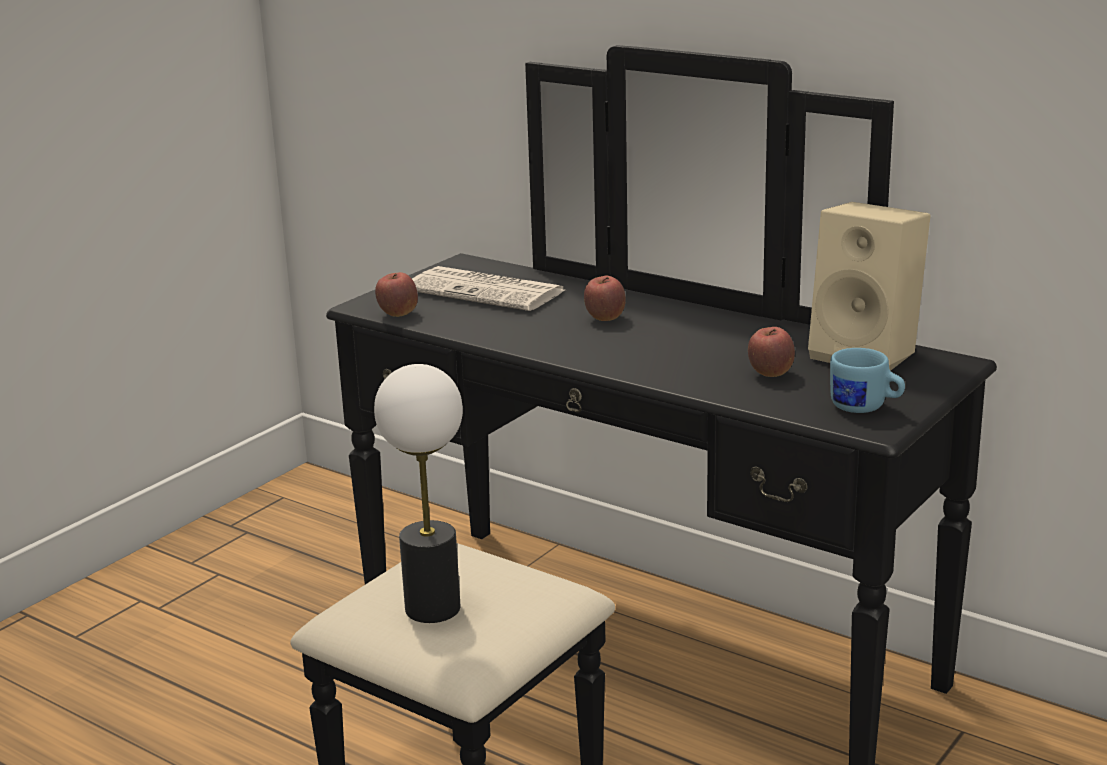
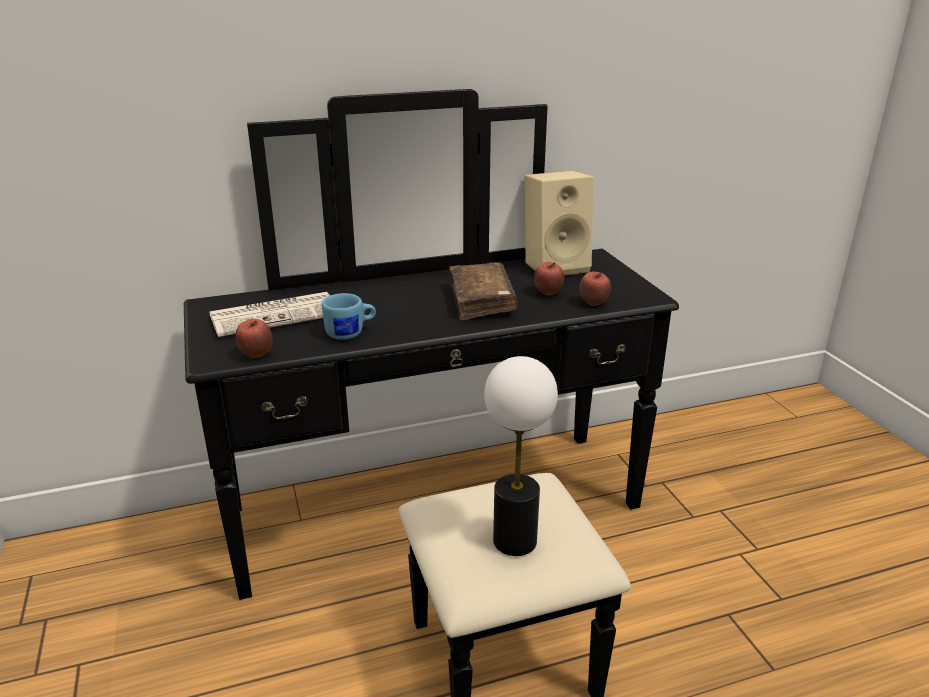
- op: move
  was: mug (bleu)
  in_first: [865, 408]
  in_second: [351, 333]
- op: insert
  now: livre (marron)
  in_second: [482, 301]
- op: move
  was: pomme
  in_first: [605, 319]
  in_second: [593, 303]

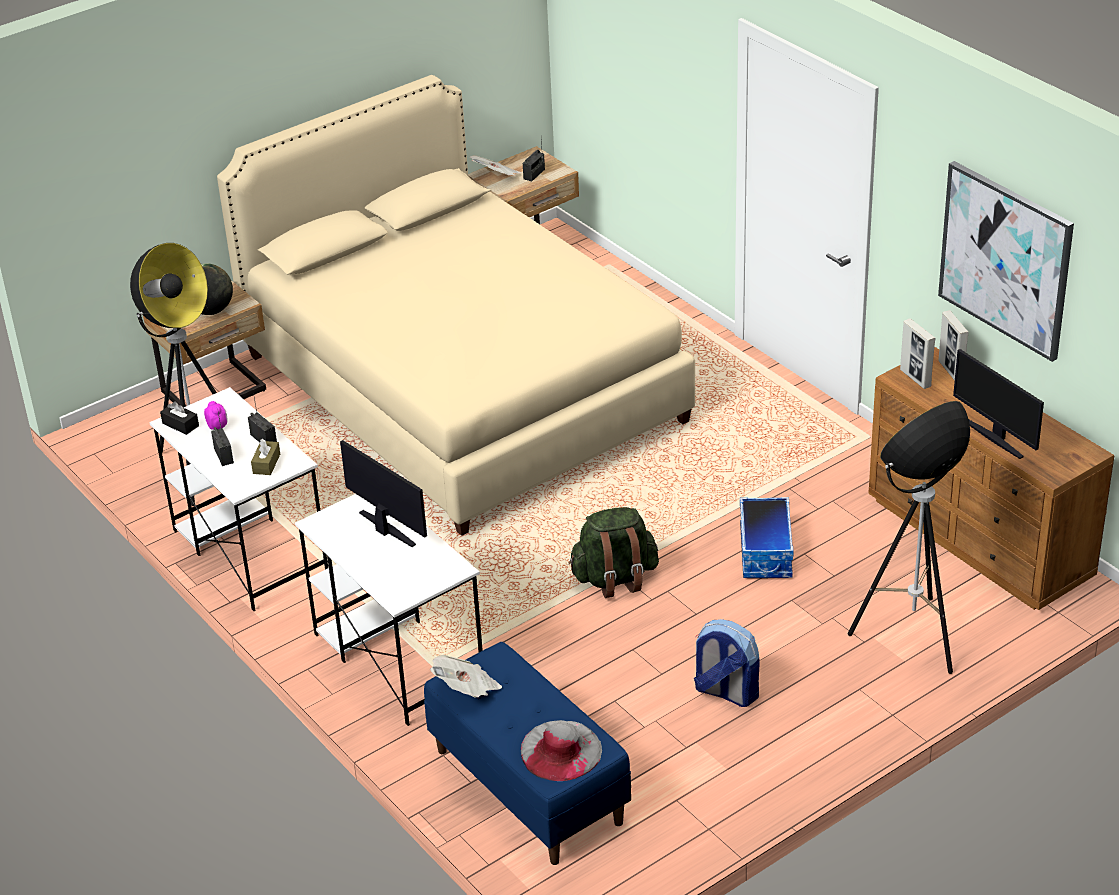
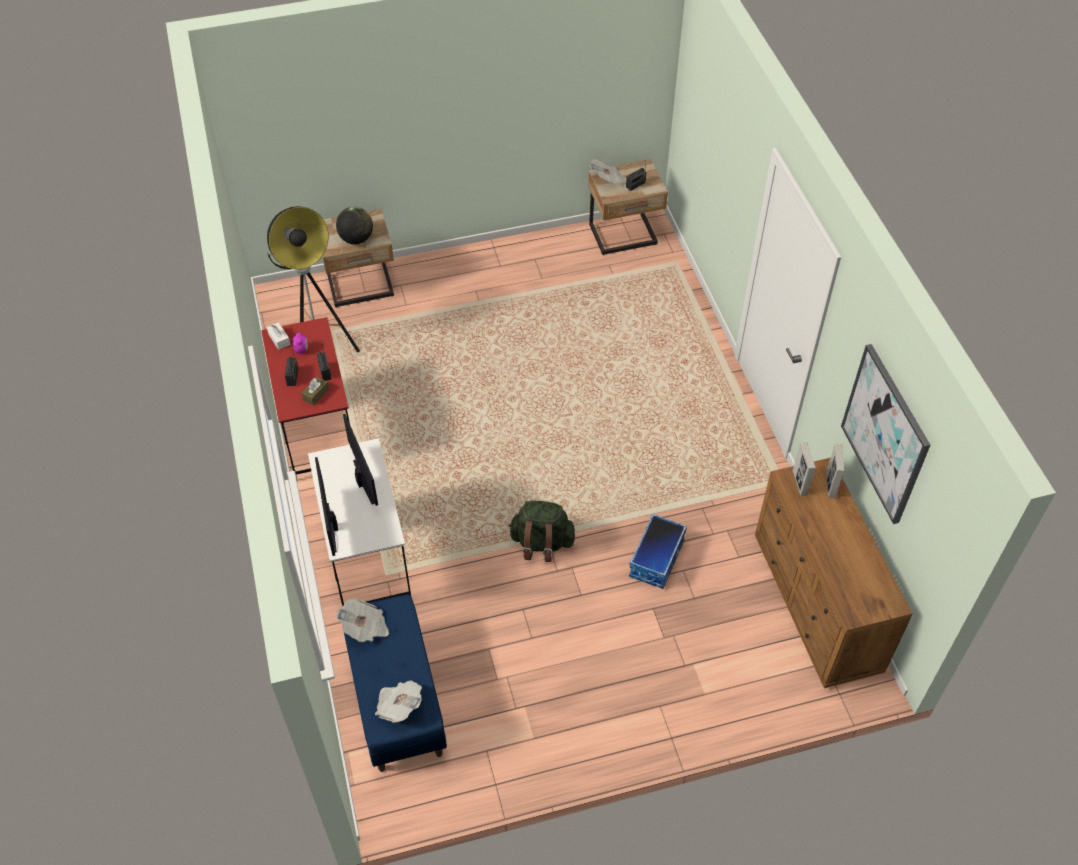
- op: recolor
  was: bureau (blanc)
  now: bureau (rouge)
  in_first: [249, 551]
  in_second: [317, 429]
- op: recolor
  was: boîte à mouchoirs (noir)
  now: boîte à mouchoirs (blanc)
  in_first: [180, 424]
  in_second: [279, 339]
- op: move
  was: écran d'ordinateur
  in_first: [995, 438]
  in_second: [332, 527]
- op: replace
  was: chapeau (gris)
  now: journal
  in_first: [560, 750]
  in_second: [399, 706]
- op: delete
  was: lit (beige)
  in_first: [463, 388]
- op: delete
  was: sac à dos
  in_first: [725, 692]
- op: delete
  was: lampadaire
  in_first: [911, 638]

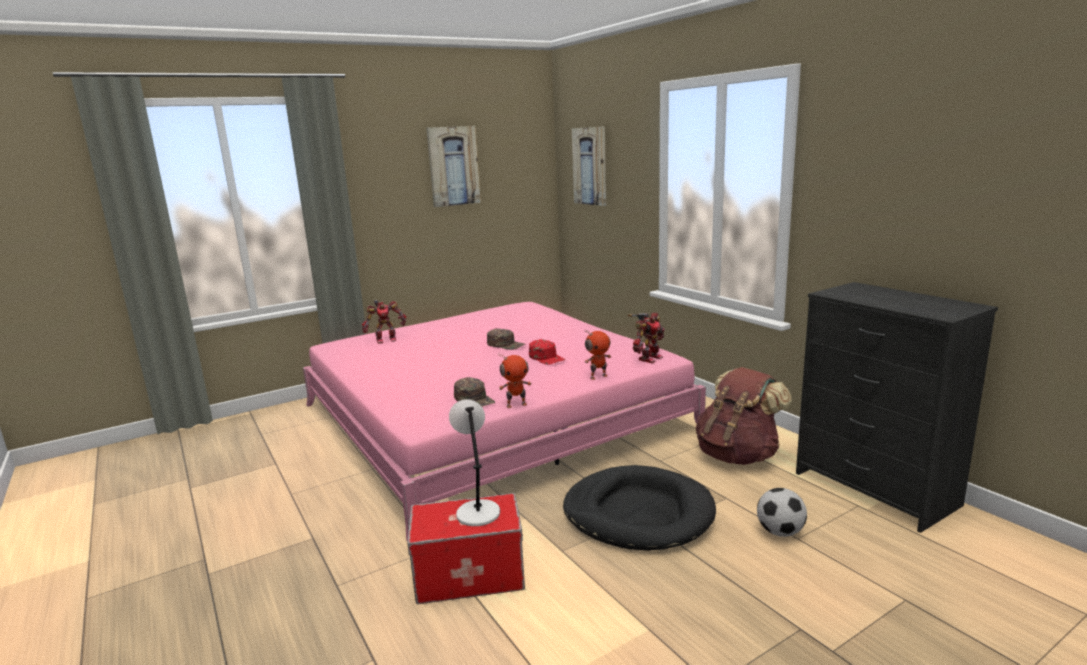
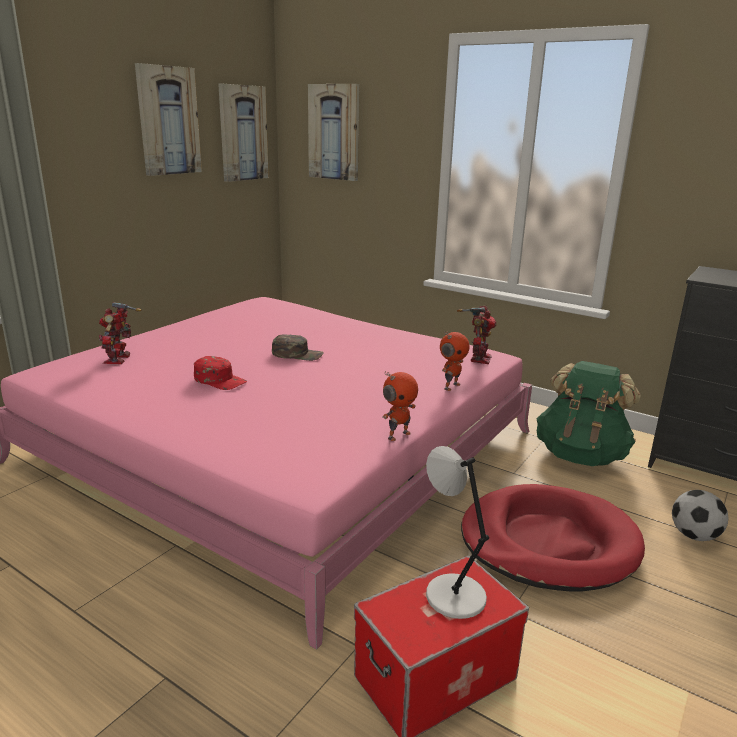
- op: rotate
  was: robot jouet
  in_first: [386, 339]
  in_second: [119, 359]
  clockwise: 135
- op: move
  was: casquette (rouge)
  in_first: [546, 358]
  in_second: [220, 380]
- op: insert
  now: tableau
  in_second: [243, 133]
- op: recolor
  was: panier pour chien (noir)
  now: panier pour chien (rouge)
  in_first: [638, 513]
  in_second: [548, 542]
- op: recolor
  was: sac à dos (marron)
  now: sac à dos (vert)
  in_first: [738, 455]
  in_second: [580, 455]
- op: delete
  was: casquette (vert)
  in_first: [474, 399]

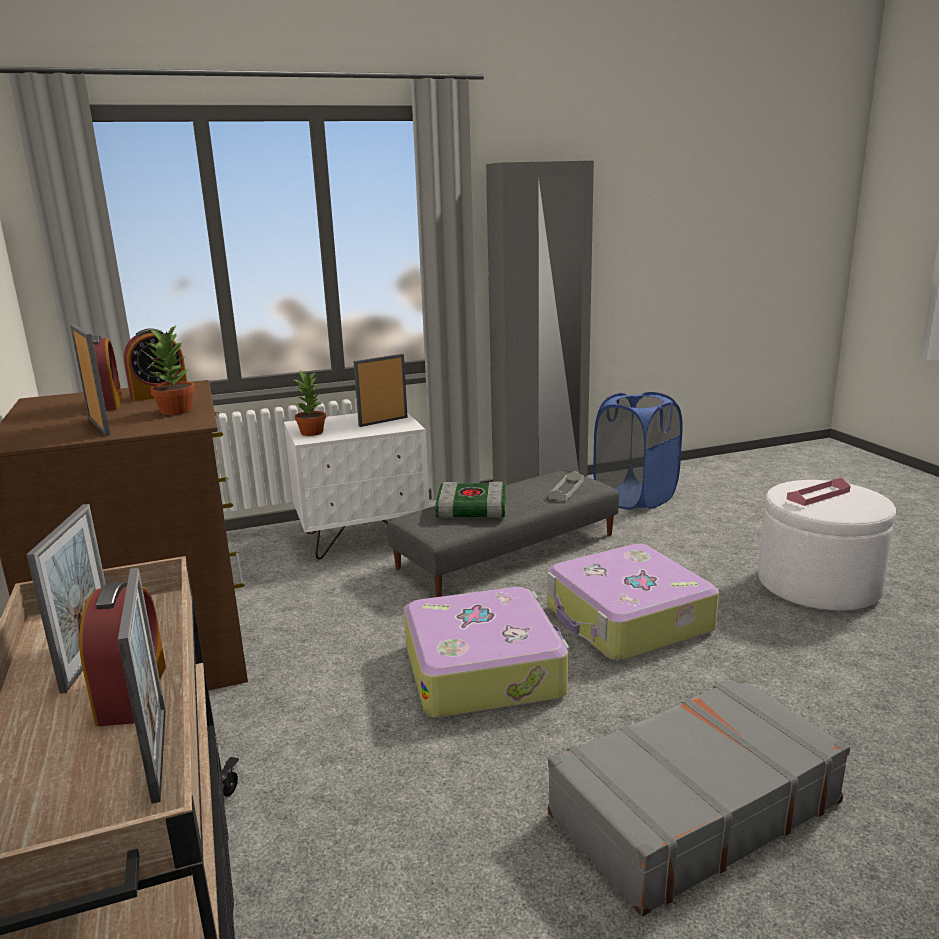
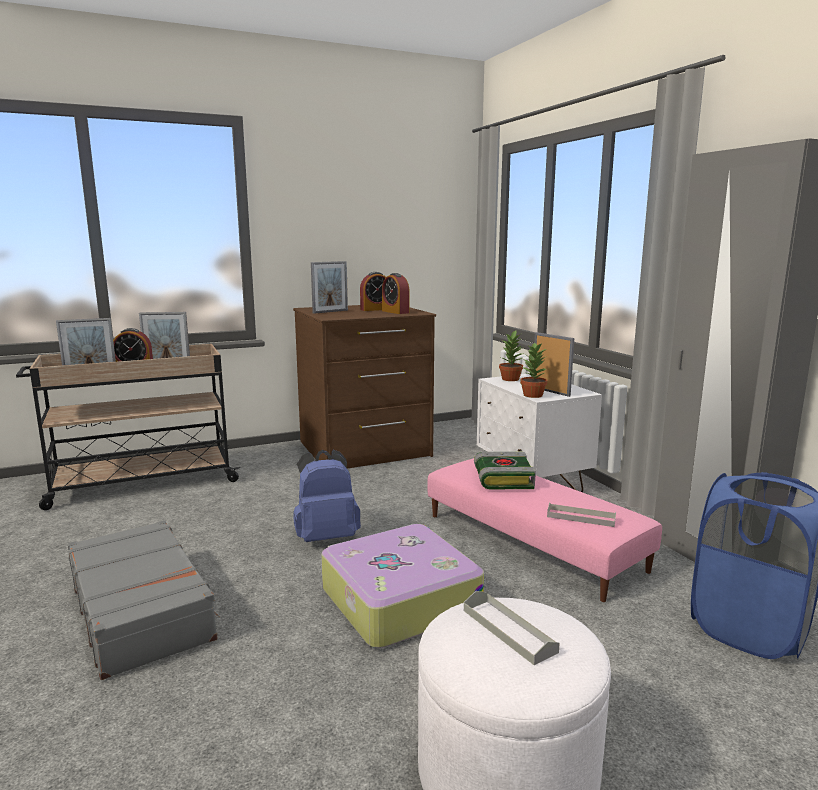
- op: replace
  was: valise
  now: sac à dos (bleu)
  in_first: [484, 669]
  in_second: [326, 536]
- op: recolor
  was: pouf (gris)
  now: pouf (rose)
  in_first: [507, 551]
  in_second: [532, 541]
- op: recolor
  was: plateau (rose)
  now: plateau (gris)
  in_first: [818, 495]
  in_second: [508, 630]
- op: move
  was: plante en pot
  in_first: [177, 411]
  in_second: [532, 395]

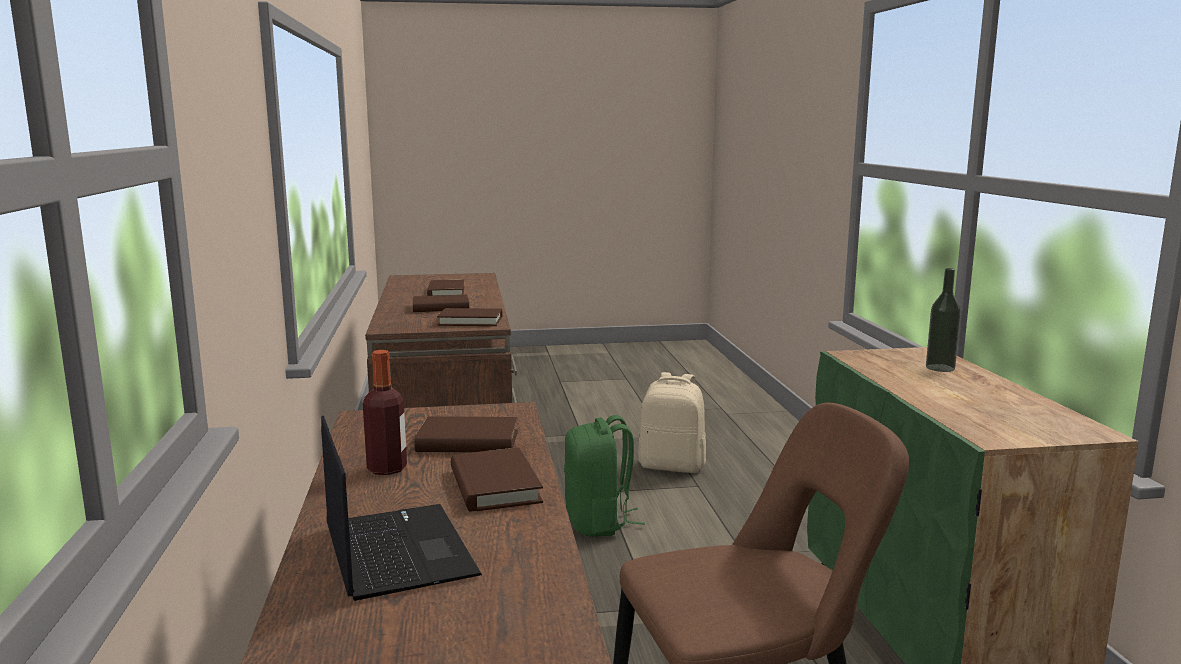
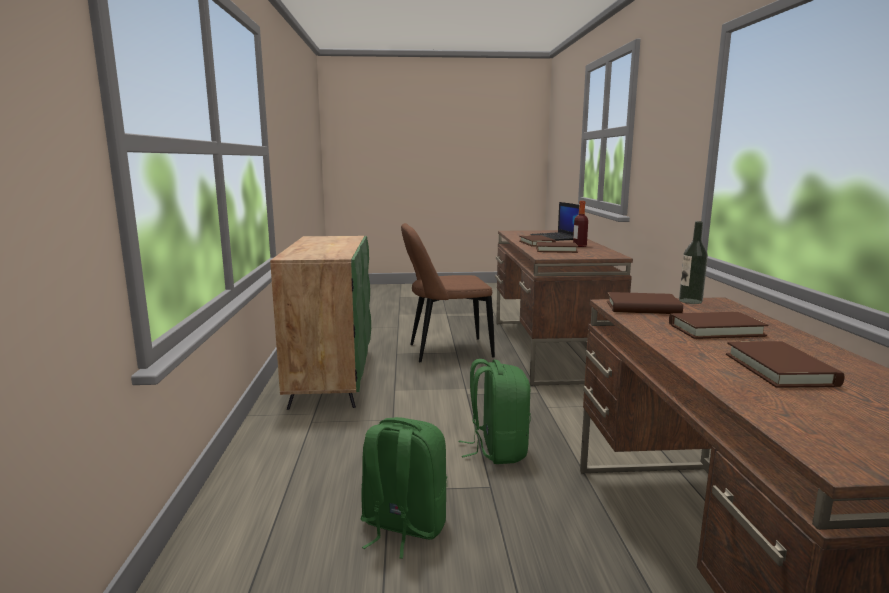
- op: recolor
  was: sac à dos (beige)
  now: sac à dos (vert)
  in_first: [672, 466]
  in_second: [402, 526]
- op: move
  was: bouteille
  in_first: [940, 368]
  in_second: [690, 301]

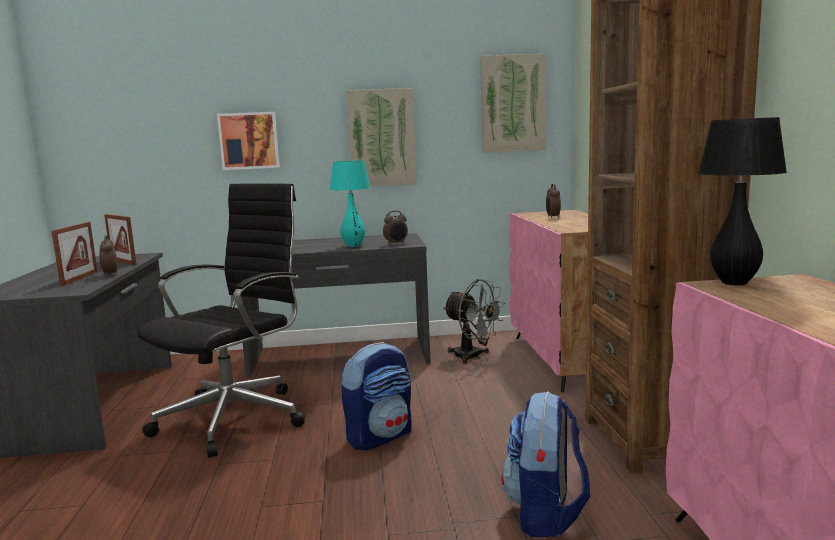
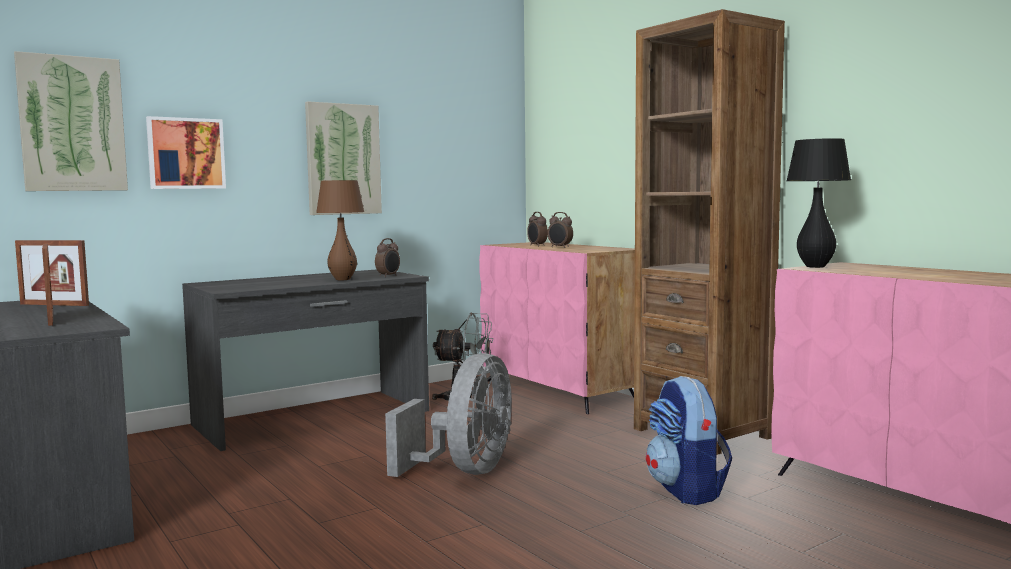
- op: move
  was: tableau
  in_first: [513, 104]
  in_second: [72, 124]
- op: recolor
  was: lampe de table (turquoise)
  now: lampe de table (marron)
  in_first: [353, 246]
  in_second: [342, 279]
- op: replace
  was: sac à dos
  now: ventilateur (gris)
  in_first: [380, 436]
  in_second: [465, 471]
- op: move
  was: réveil
  in_first: [110, 274]
  in_second: [560, 247]
- op: delete
  was: chaise de bureau (noir)
  in_first: [236, 418]

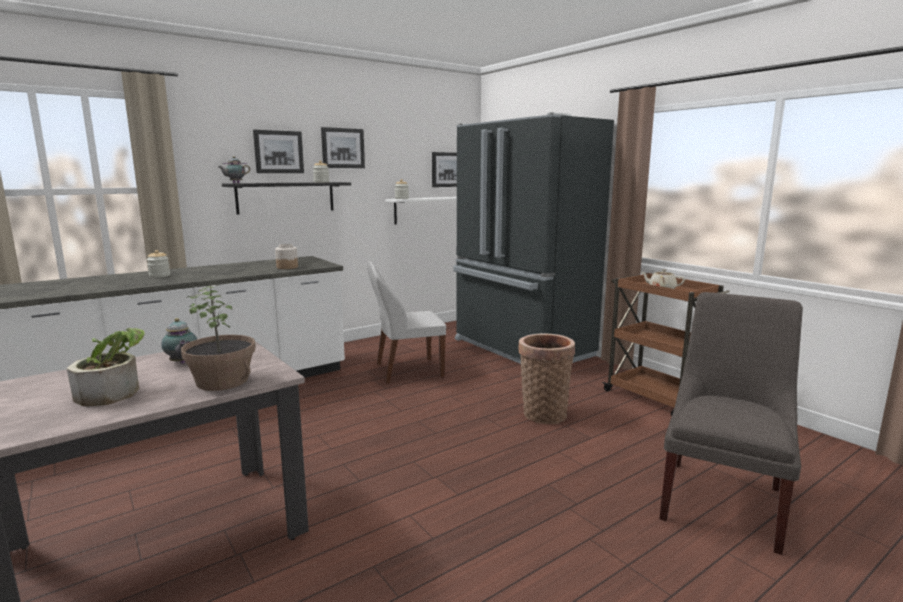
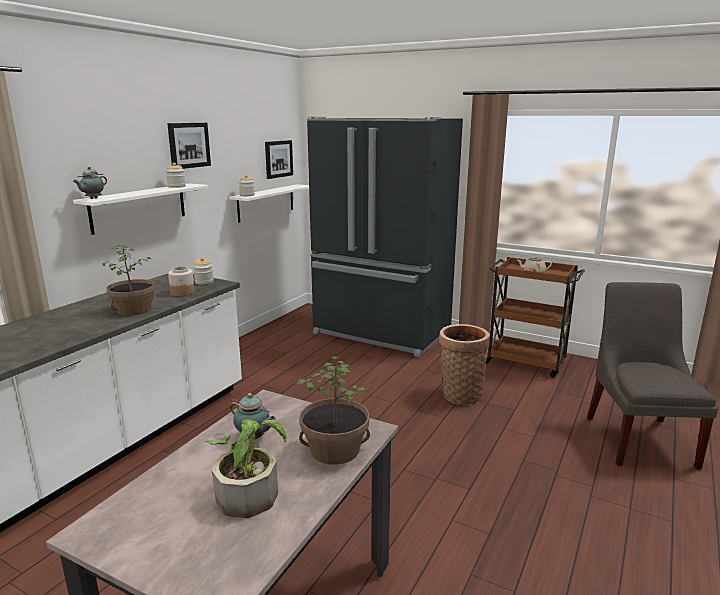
- op: recolor
  was: étagère (noir)
  now: étagère (blanc)
  in_first: [286, 197]
  in_second: [139, 207]
- op: insert
  now: plante en pot
  in_second: [134, 310]
- op: move
  was: bocal
  in_first: [159, 276]
  in_second: [204, 282]
- op: delete
  was: tableau
  in_first: [278, 152]
- op: delete
  was: chaise (blanc)
  in_first: [406, 370]

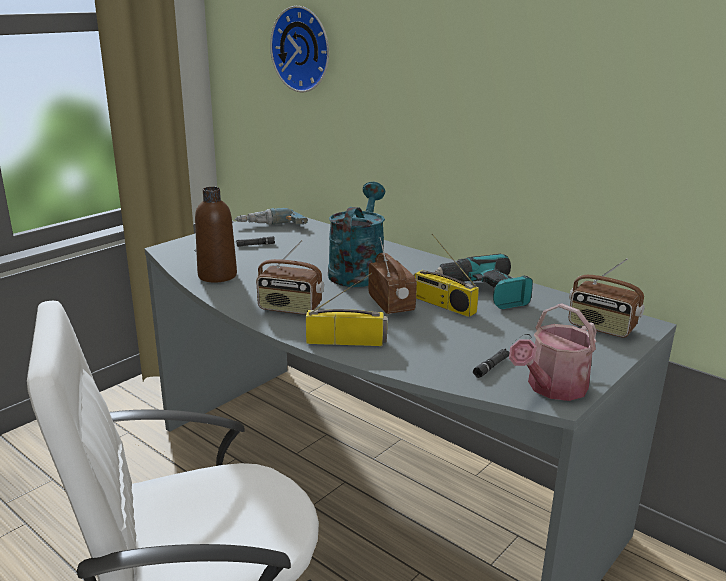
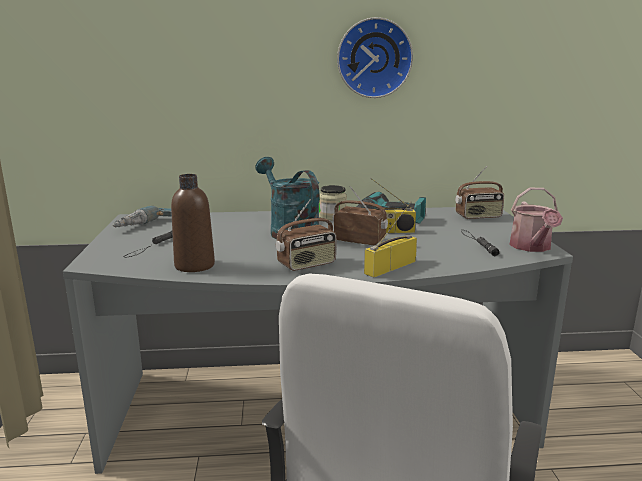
- op: insert
  now: bocal
  in_second: [332, 217]
- op: move
  was: horloge murale
  in_first: [303, 49]
  in_second: [374, 58]

